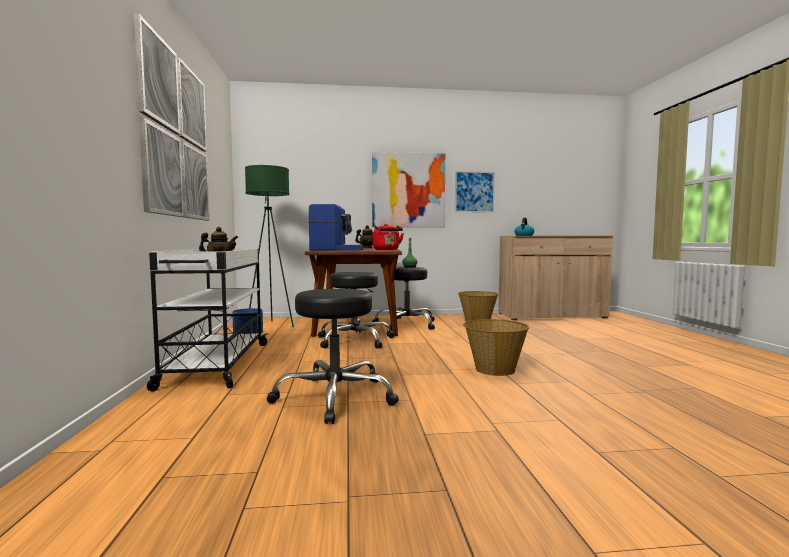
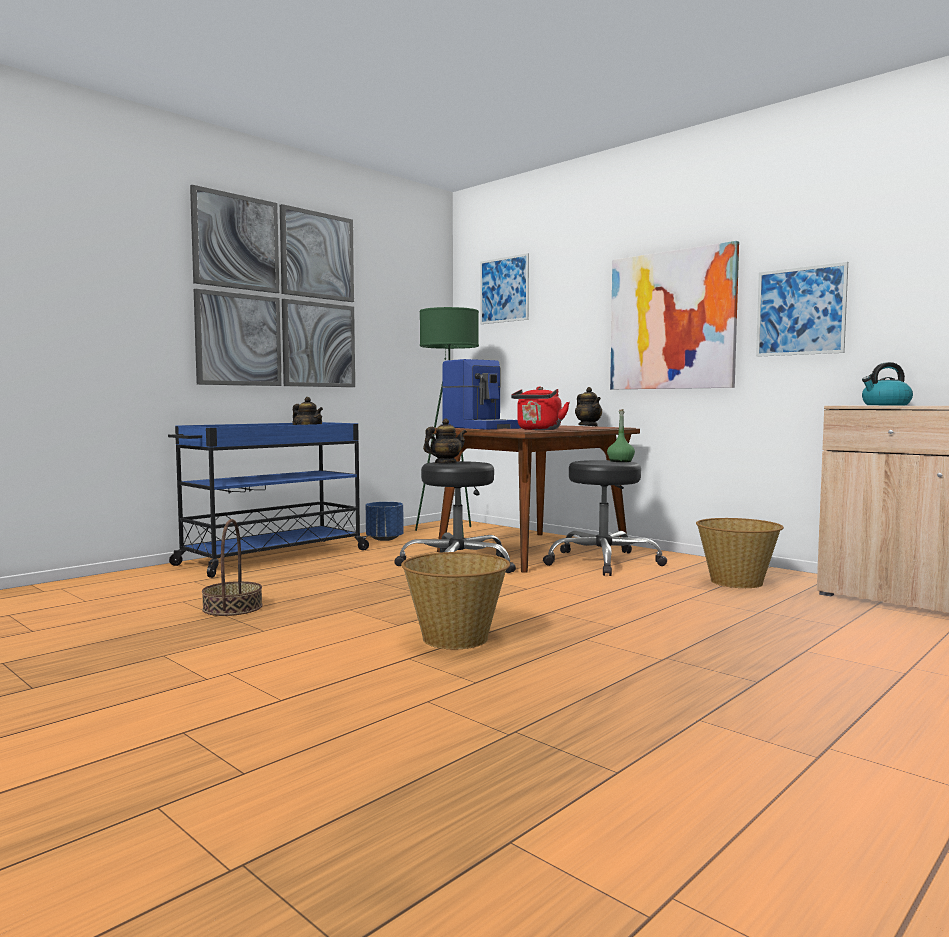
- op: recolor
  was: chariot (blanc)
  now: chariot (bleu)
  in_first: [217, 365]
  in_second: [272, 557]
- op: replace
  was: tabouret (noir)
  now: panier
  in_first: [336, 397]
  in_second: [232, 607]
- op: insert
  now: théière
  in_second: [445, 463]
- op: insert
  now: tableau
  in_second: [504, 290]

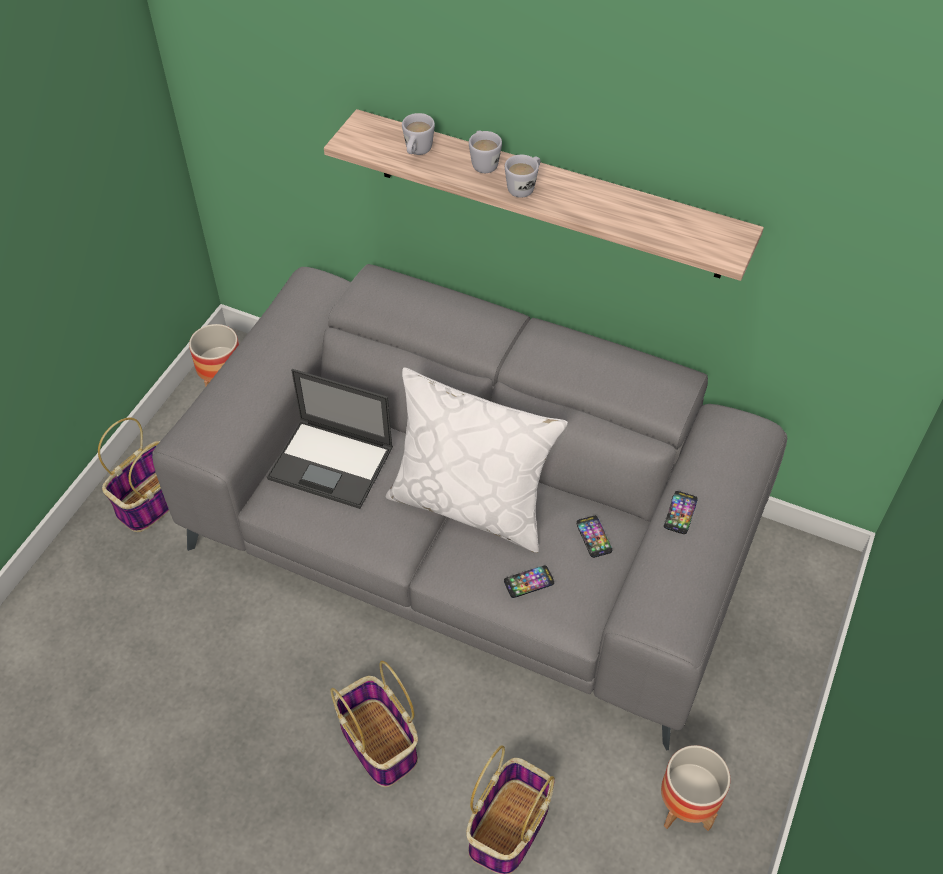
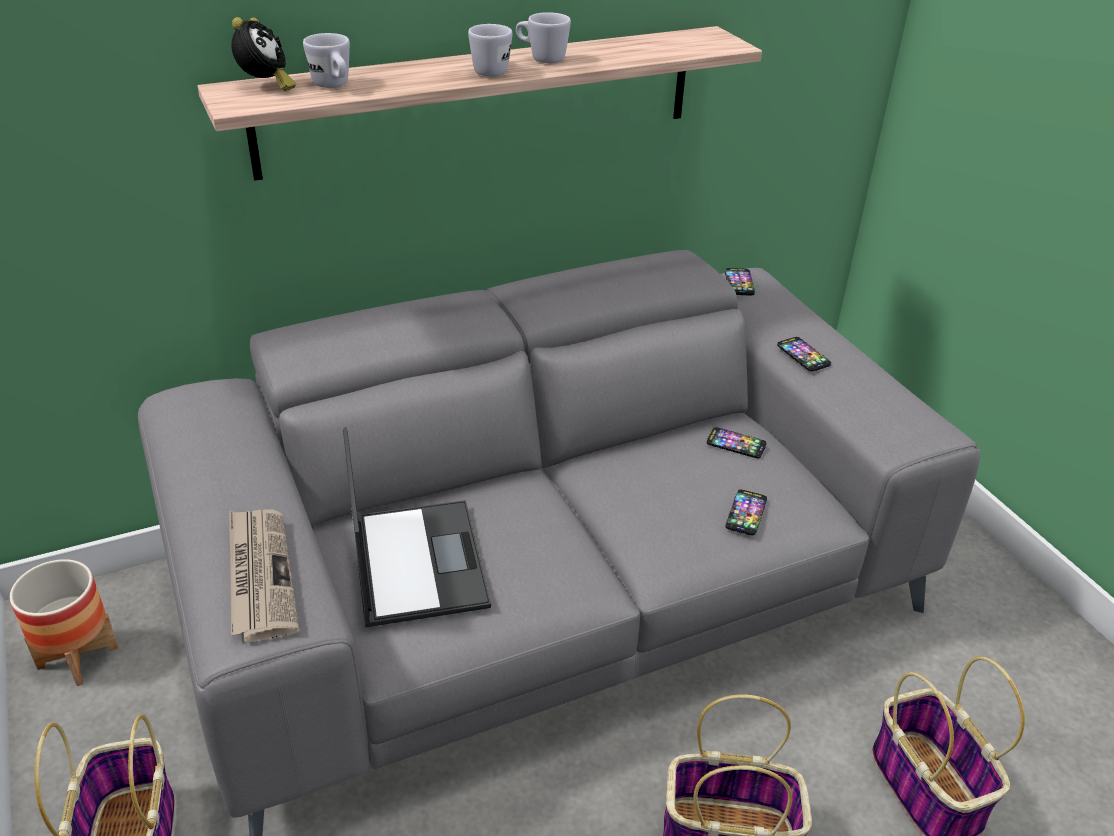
- op: insert
  now: journal
  in_second: [259, 575]
- op: insert
  now: réveil
  in_second: [265, 86]
- op: rotate
  was: ordinateur portable
  in_first: [332, 463]
  in_second: [417, 561]
  clockwise: -75
- op: move
  was: mug (blanc)
  in_first: [483, 163]
  in_second: [541, 58]
- op: insert
  now: téléphone
  in_second: [739, 283]
- op: delete
  was: coussin (blanc)
  in_first: [471, 504]
- op: delete
  was: cache-pot
  in_first: [685, 807]

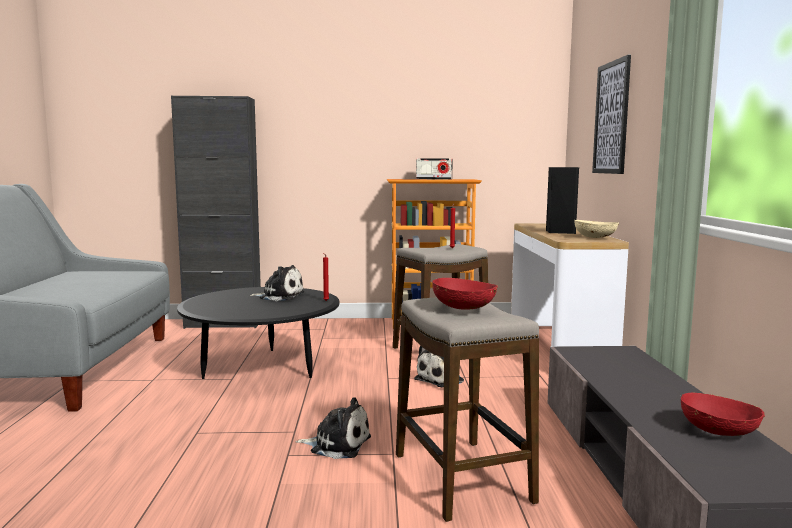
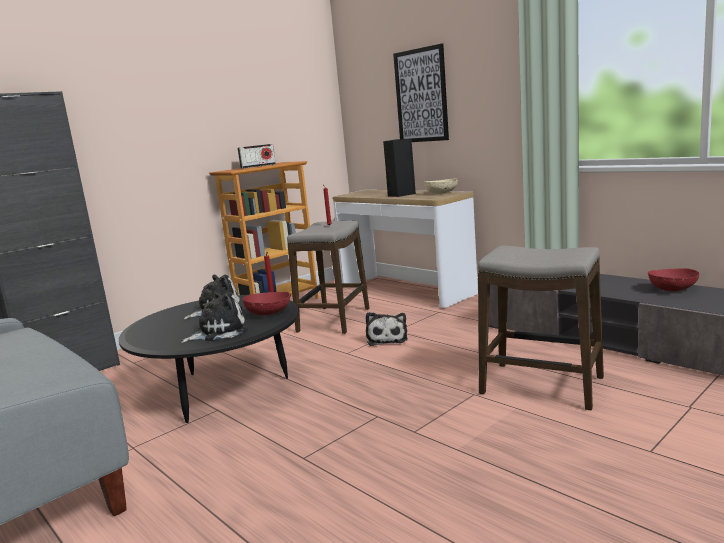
- op: move
  was: peluche
  in_first: [337, 444]
  in_second: [218, 332]
- op: move
  was: bol (rouge)
  in_first: [464, 308]
  in_second: [269, 313]

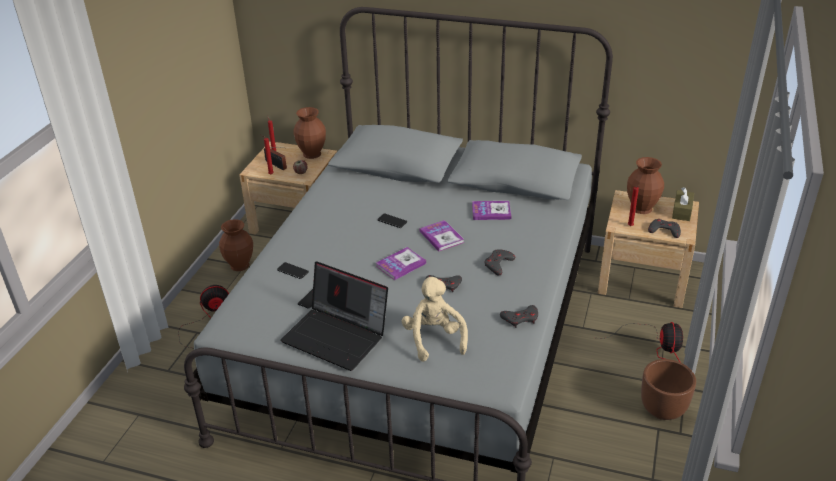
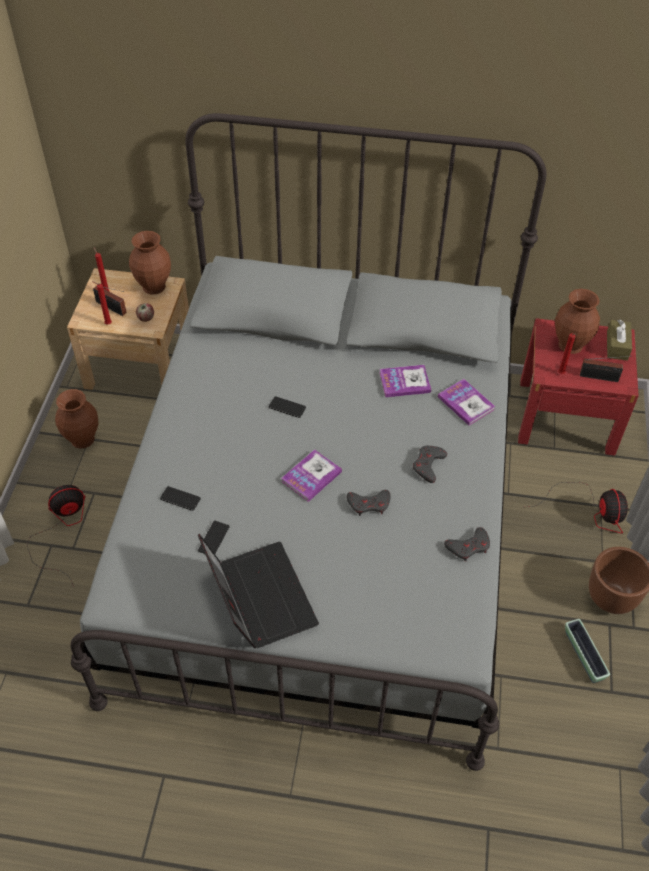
- op: rotate
  was: ordinateur portable
  in_first: [337, 336]
  in_second: [258, 597]
  clockwise: -135
- op: move
  was: livre
  in_first: [441, 237]
  in_second: [466, 403]
- op: recolor
  was: table de chevet (beige)
  now: table de chevet (rouge)
  in_first: [643, 278]
  in_second: [566, 416]
- op: insert
  now: cache-pot
  in_second: [583, 655]
- op: replace
  was: manette (gris)
  now: radio
  in_first: [664, 231]
  in_second: [601, 377]
- op: delete
  was: peluche (beige)
  in_first: [434, 339]

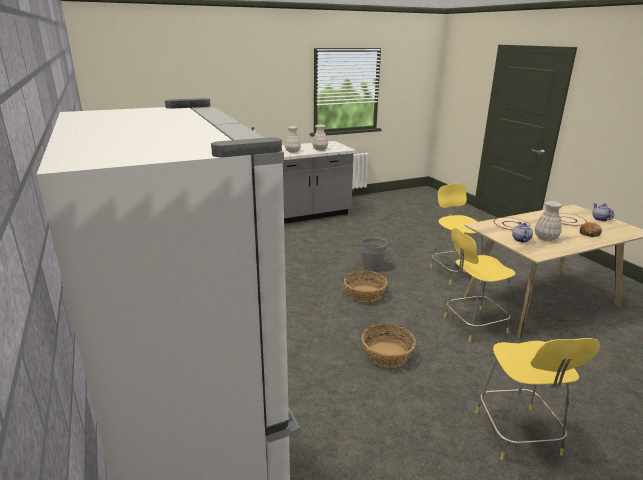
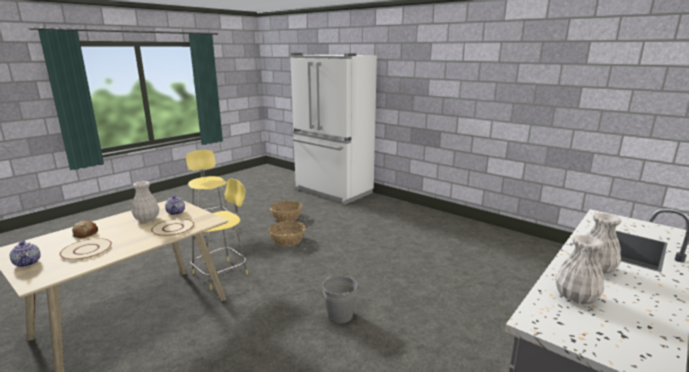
- op: move
  was: panier
  in_first: [364, 294]
  in_second: [286, 217]
- op: delete
  was: tabouret (jaune)
  in_first: [454, 272]

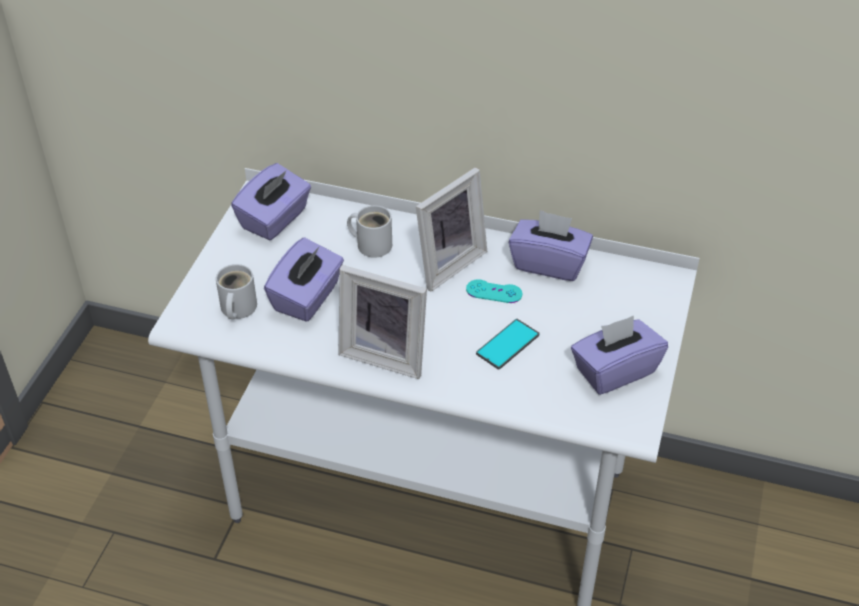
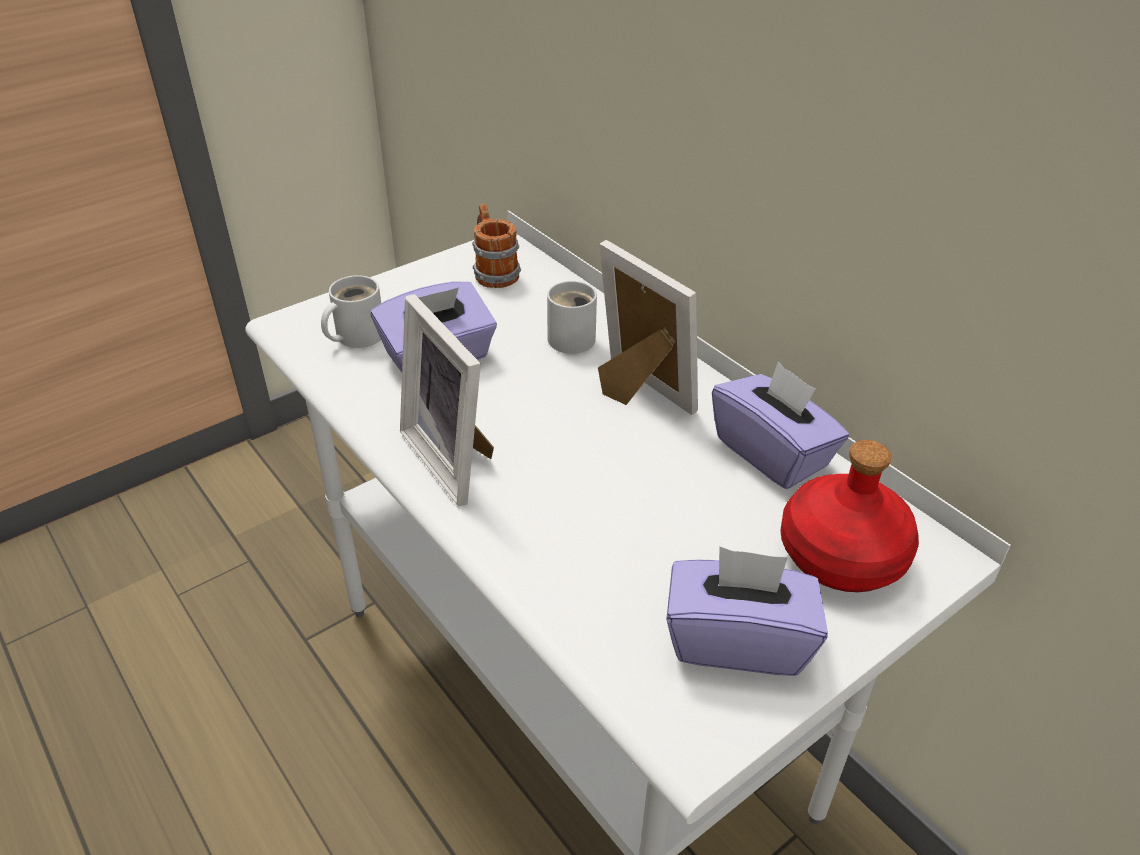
- op: replace
  was: boîte à mouchoirs (violet)
  now: mug
  in_first: [275, 219]
  in_second: [493, 271]
- op: rotate
  was: cadre photo
  in_first: [446, 263]
  in_second: [636, 393]
  clockwise: -120
- op: insert
  now: bouteille (rouge)
  in_second: [840, 555]
- op: delete
  was: manette (turquoise)
  in_first: [494, 291]
- op: delete
  was: téléphone
  in_first: [507, 344]

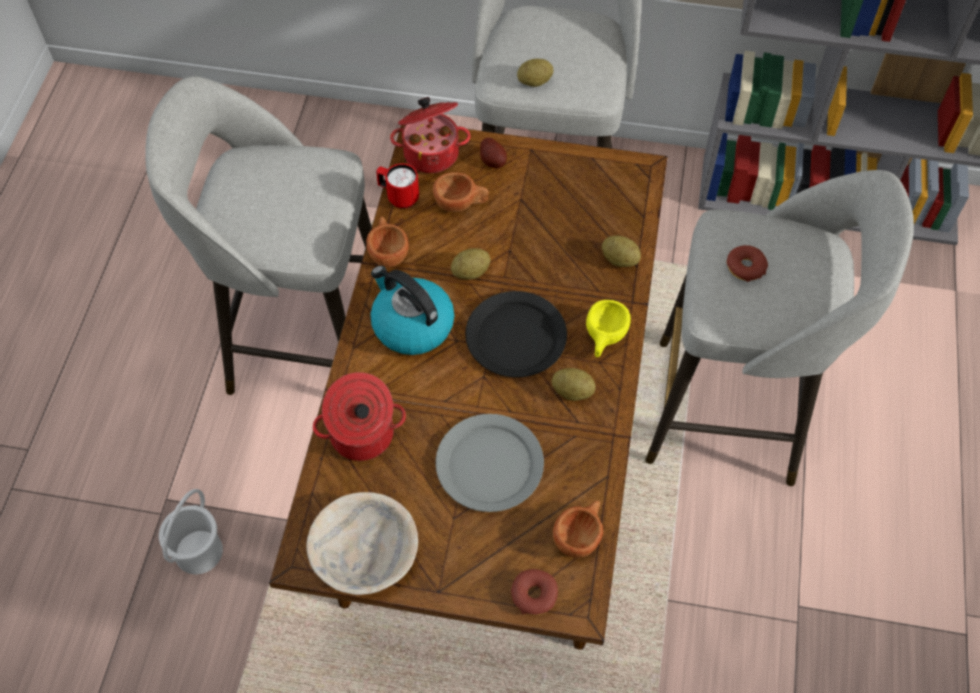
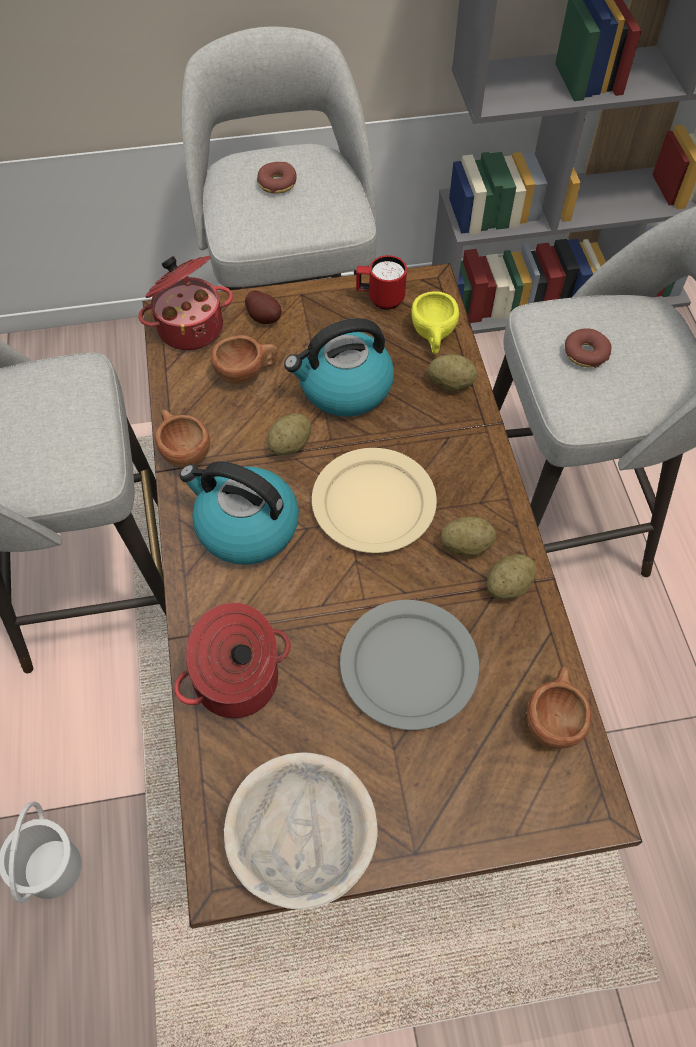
- op: move
  was: beignet
  in_first: [534, 595]
  in_second: [277, 184]
- op: insert
  now: bouilloire
  in_second: [344, 388]
- op: recolor
  was: assiette (noir)
  now: assiette (beige)
  in_first: [515, 337]
  in_second: [373, 504]
- op: move
  was: mug (rouge)
  in_first: [398, 197]
  in_second: [380, 299]
- op: move
  was: tasse (jaune)
  in_first: [604, 338]
  in_second: [433, 336]
- op: move
  was: pomme de terre
  in_first: [534, 82]
  in_second: [508, 586]

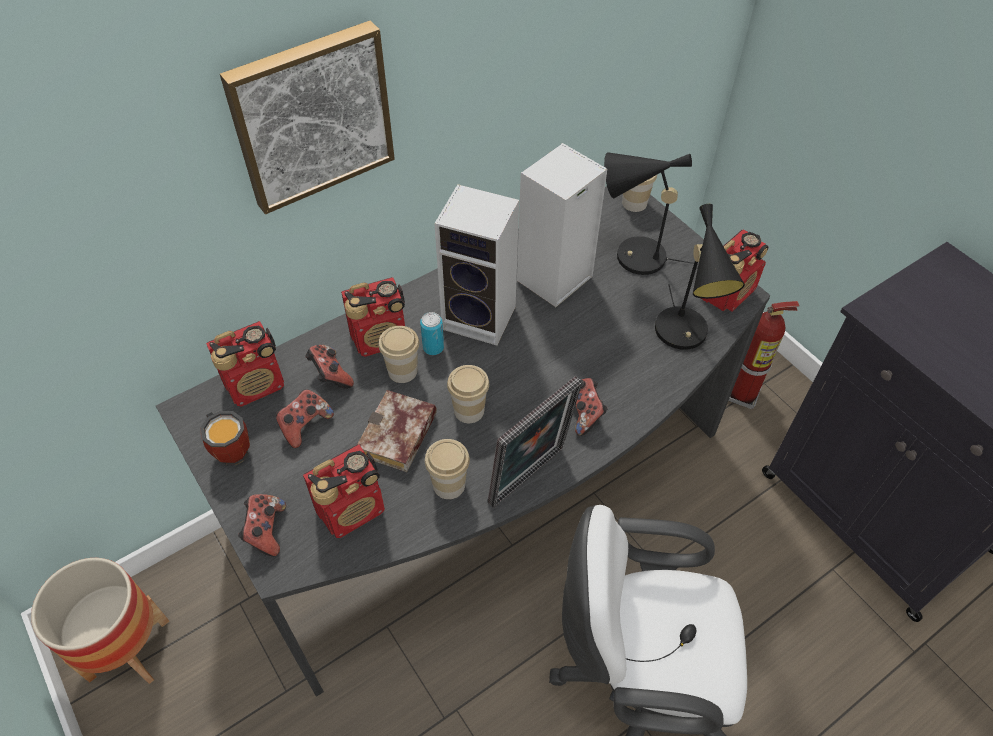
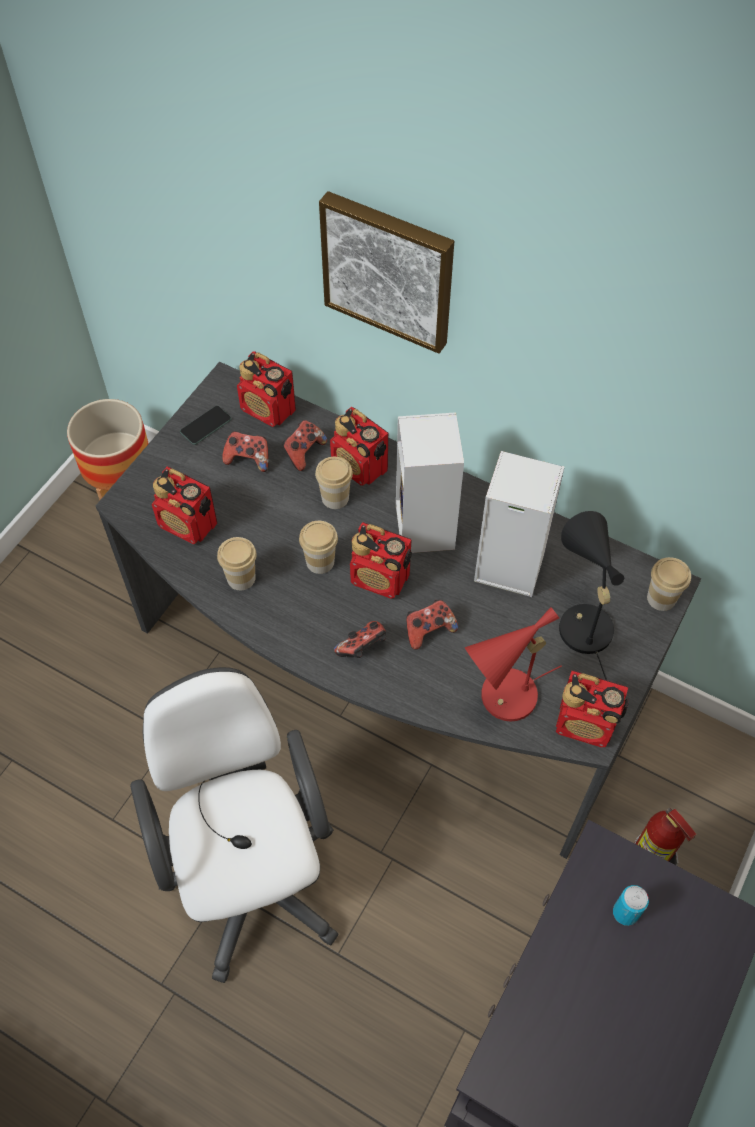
- op: replace
  was: mug
  now: téléphone
  in_first: [232, 448]
  in_second: [206, 426]
- op: insert
  now: radio
  in_second: [380, 579]
- op: move
  was: manette
  in_first: [266, 531]
  in_second: [428, 630]
- op: recolor
  was: lampe de table (noir)
  now: lampe de table (rouge)
  in_first: [684, 336]
  in_second: [502, 701]
- op: move
  was: boîte métallique
  in_first: [433, 347]
  in_second: [625, 912]
- op: delete
  was: livre
  in_first: [399, 439]
- op: delete
  was: cadre photo
  in_first: [530, 479]

